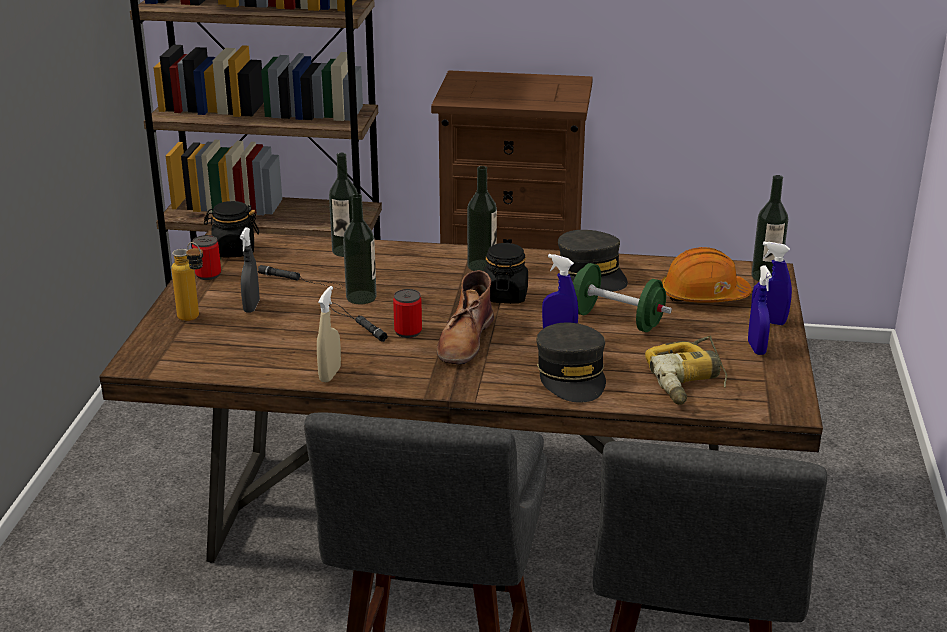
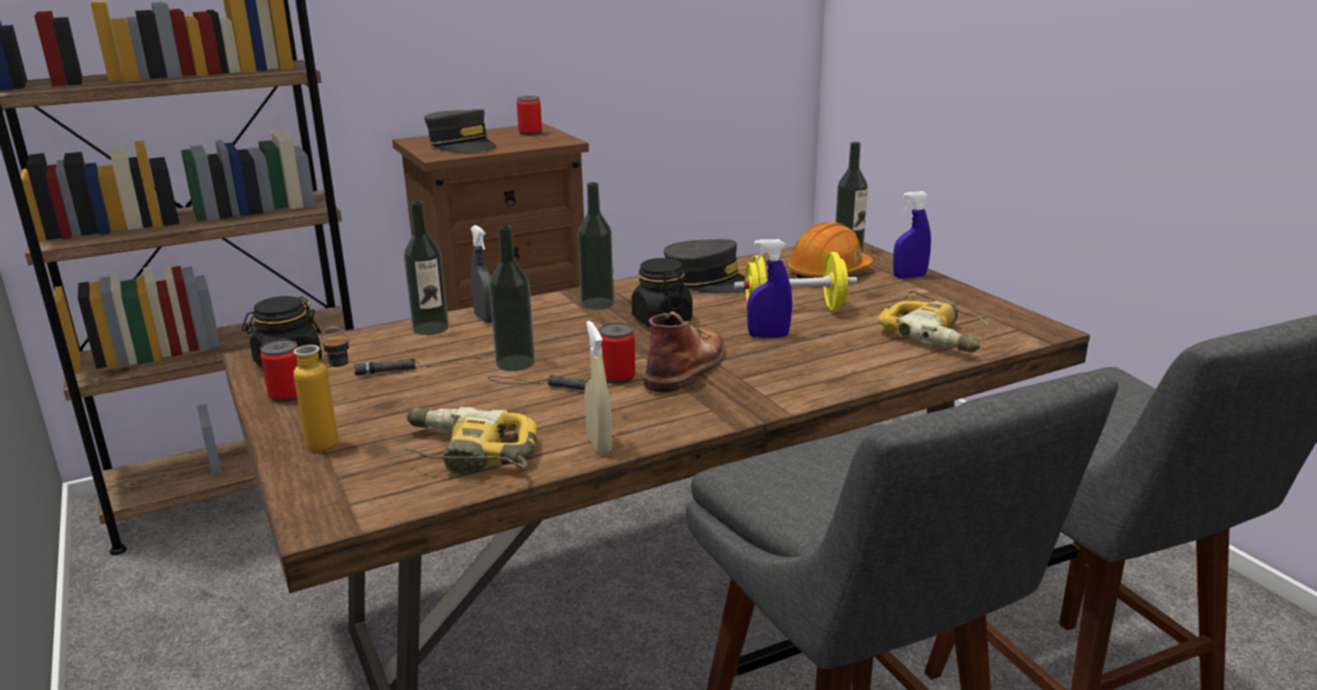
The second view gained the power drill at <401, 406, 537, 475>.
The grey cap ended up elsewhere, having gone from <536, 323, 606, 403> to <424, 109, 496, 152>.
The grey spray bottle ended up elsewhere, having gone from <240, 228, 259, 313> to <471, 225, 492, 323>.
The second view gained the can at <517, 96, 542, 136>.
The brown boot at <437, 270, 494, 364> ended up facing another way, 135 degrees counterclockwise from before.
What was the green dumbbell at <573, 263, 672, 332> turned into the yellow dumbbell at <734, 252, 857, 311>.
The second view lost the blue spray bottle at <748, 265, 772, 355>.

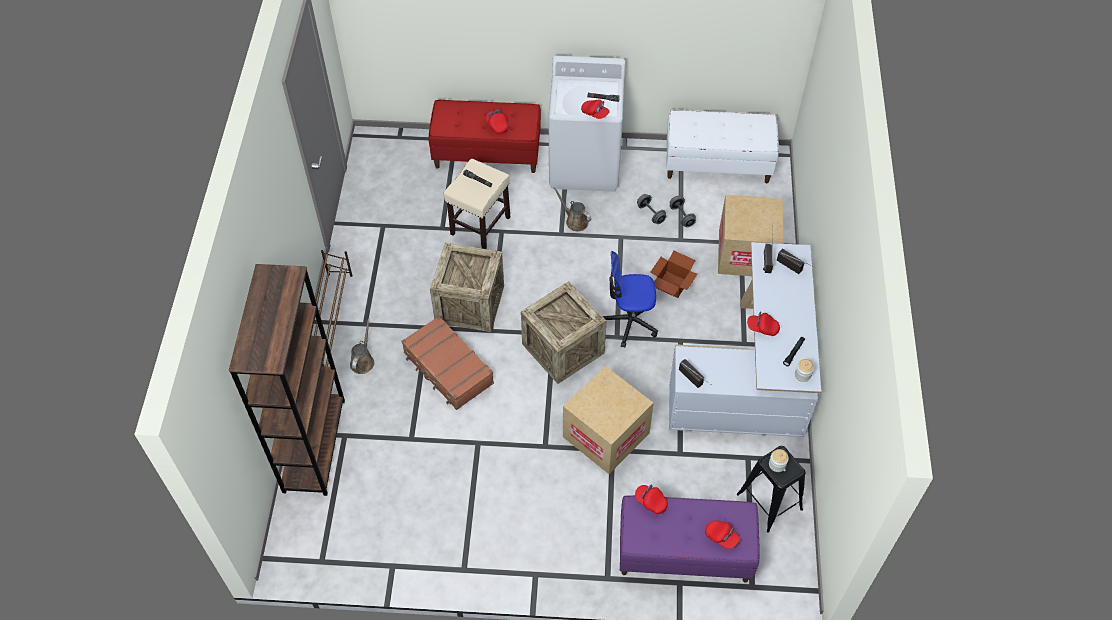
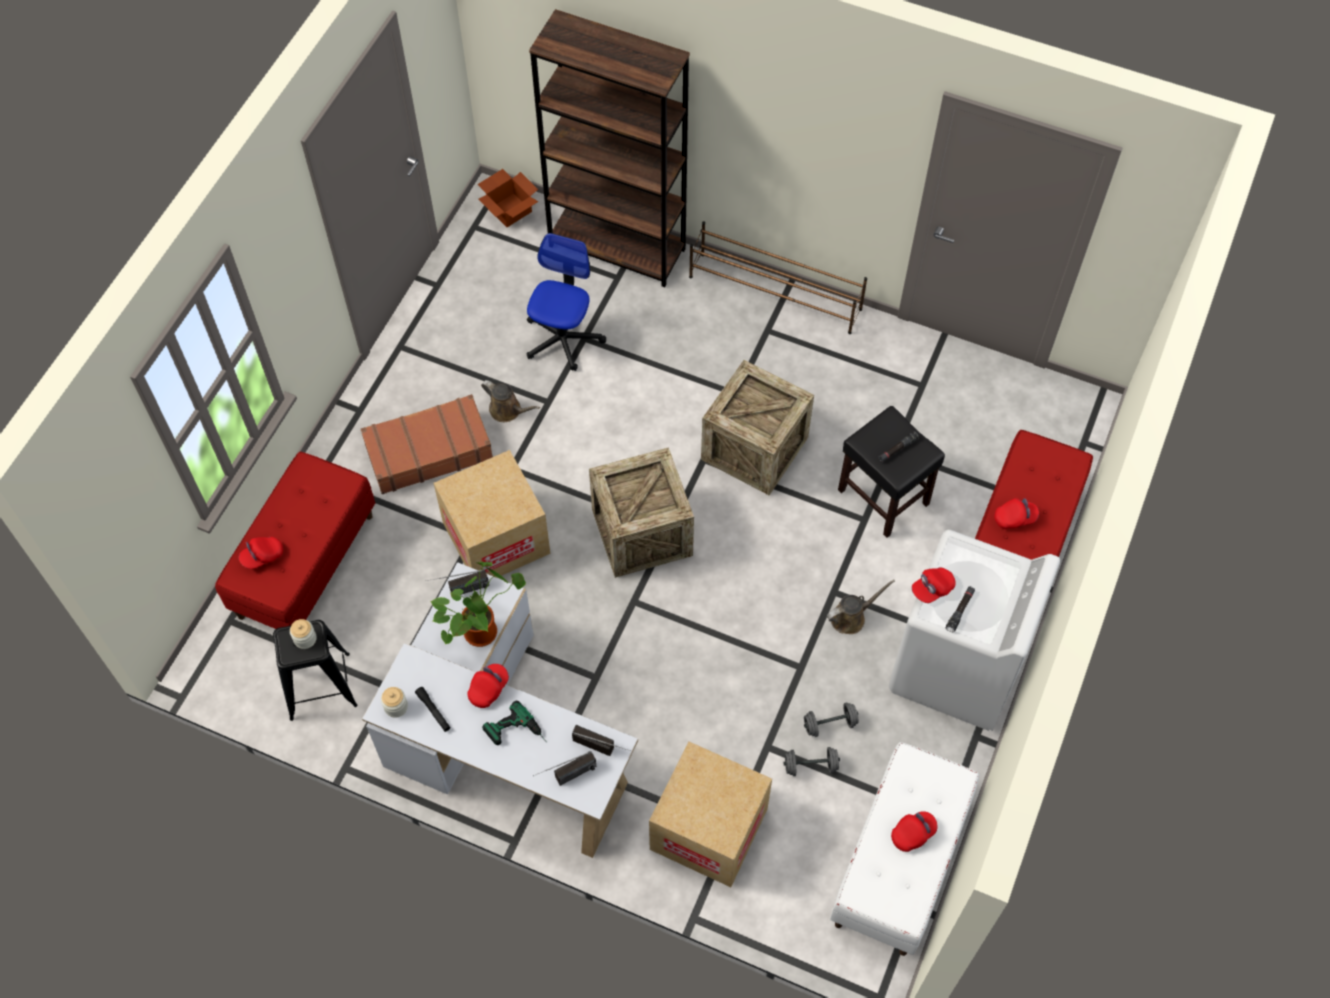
What was the purple bench at <620, 495, 760, 583> turned into the red bench at <215, 452, 375, 629>.
The brown suitcase ended up elsewhere, having gone from <401, 316, 494, 410> to <361, 394, 493, 494>.
The second view gained the potted plant at <430, 562, 526, 647>.
The cardboard box ended up elsewhere, having gone from <650, 251, 697, 298> to <477, 169, 539, 227>.
The brown watering can ended up elsewhere, having gone from <350, 318, 375, 374> to <481, 380, 540, 422>.
The second view gained the power drill at <482, 701, 546, 745>.
The office chair ended up elsewhere, having gone from <603, 251, 658, 348> to <527, 233, 606, 371>.
What was the beige stool at <444, 159, 510, 249> turned into the black stool at <838, 406, 945, 538>.
The red cap ended up elsewhere, having gone from <635, 485, 668, 514> to <891, 811, 937, 852>.

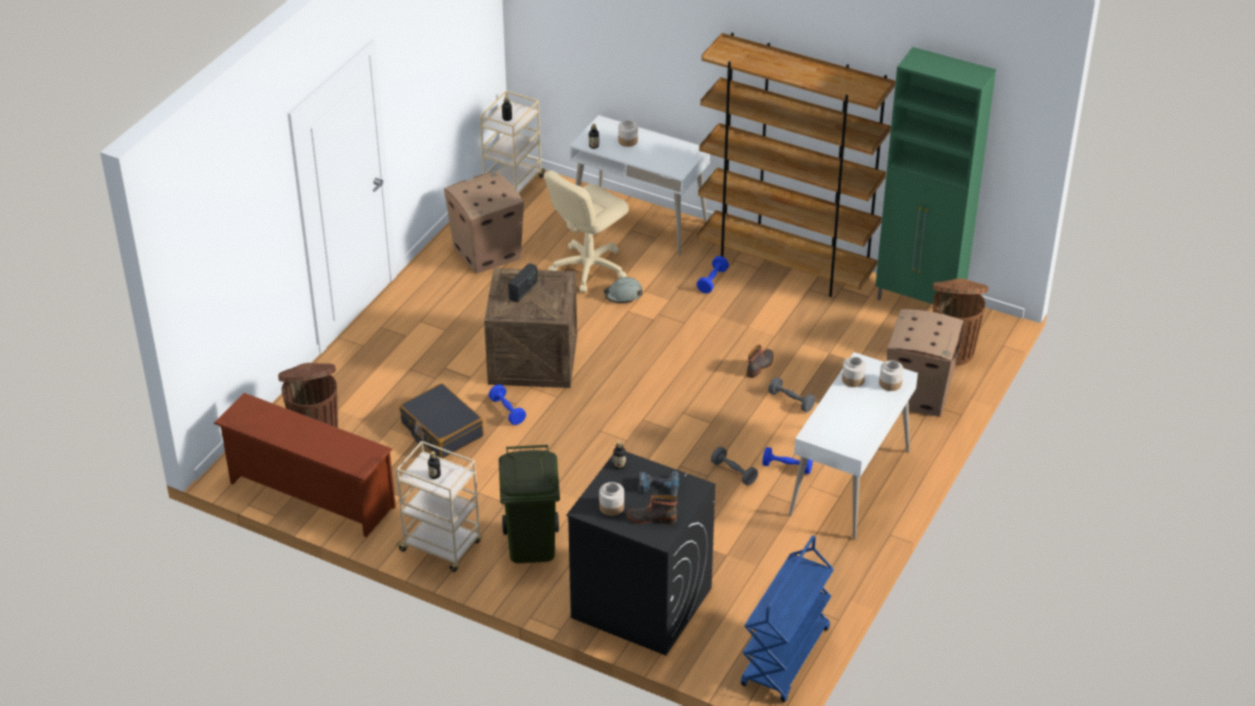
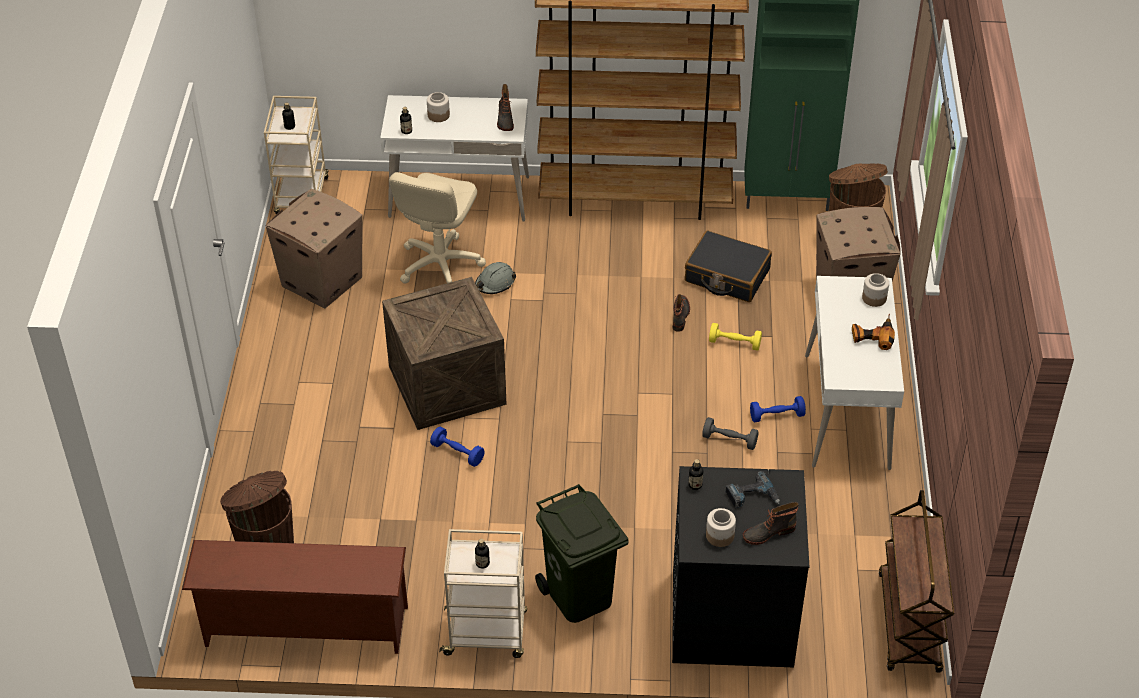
The second view gained the boot at <497, 84, 514, 131>.
The black suitcase ended up elsewhere, having gone from <399, 383, 483, 458> to <685, 230, 772, 302>.
What was the grey dumbbell at <768, 377, 815, 412> turned into the yellow dumbbell at <709, 323, 762, 351>.
The second view gained the power drill at <852, 314, 895, 350>.
What was the blue cart at <741, 535, 834, 702> turned into the brown cart at <879, 490, 954, 672>.
The second view lost the radio at <508, 263, 538, 302>.
The second view lost the blue dumbbell at <697, 256, 729, 293>.
The second view lost the jar at <842, 357, 866, 387>.

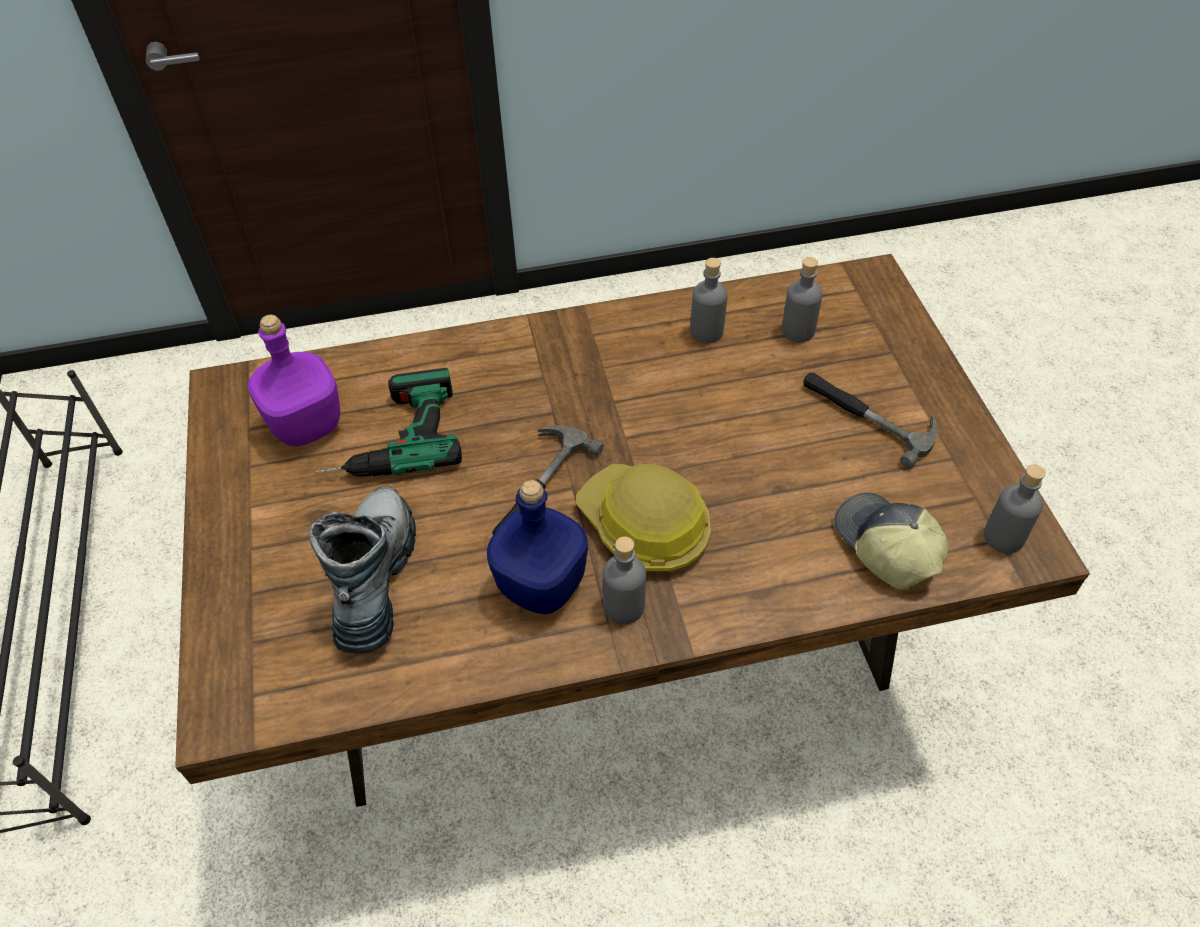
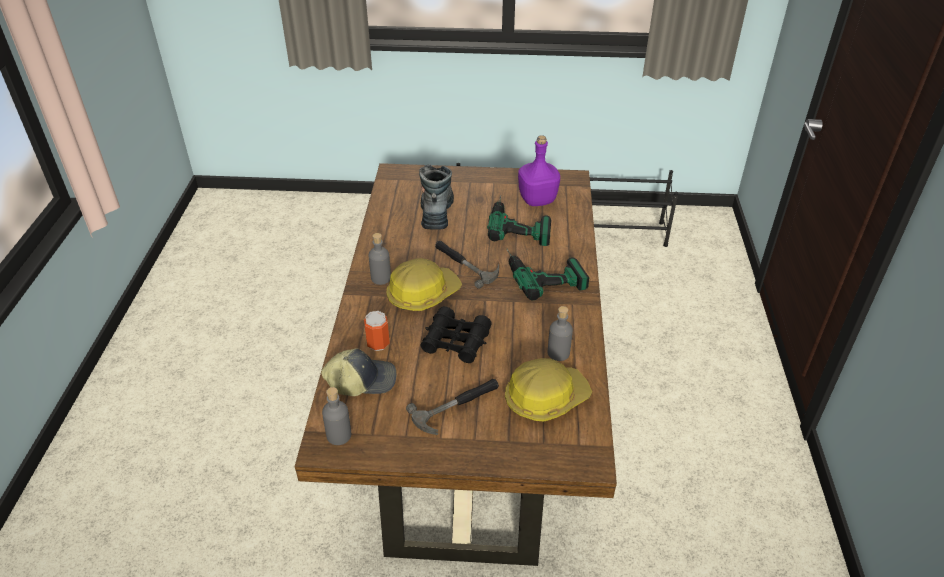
The second view gained the can at <364, 311, 390, 351>.
The boot at <309, 486, 416, 653> ended up facing another way, 105 degrees counterclockwise from before.
The second view gained the black binoculars at <420, 306, 492, 363>.
Where the grey bottle stood at <782, 257, 822, 342>, the hard hat came to stand at <505, 358, 592, 422>.
The second view gained the power drill at <507, 249, 590, 300>.
The second view lost the blue bottle at <487, 480, 588, 614>.

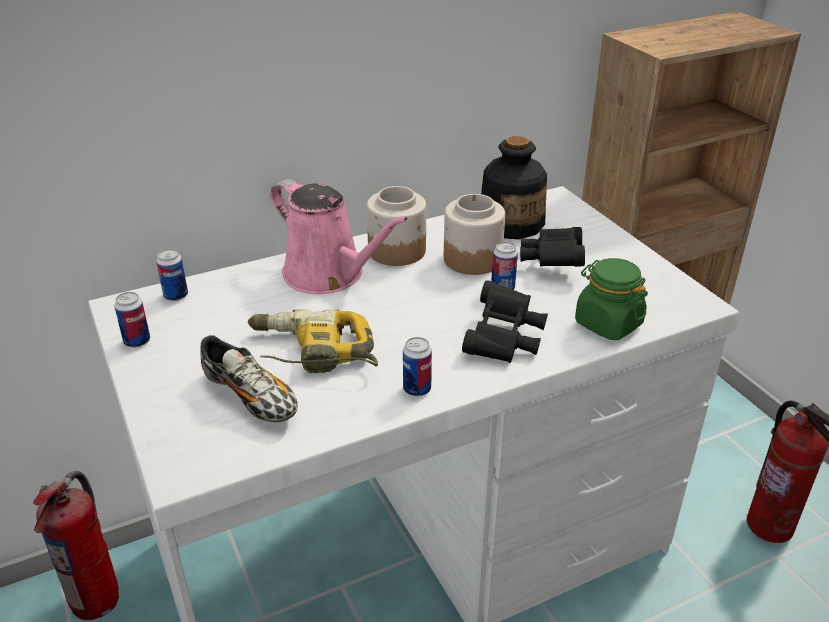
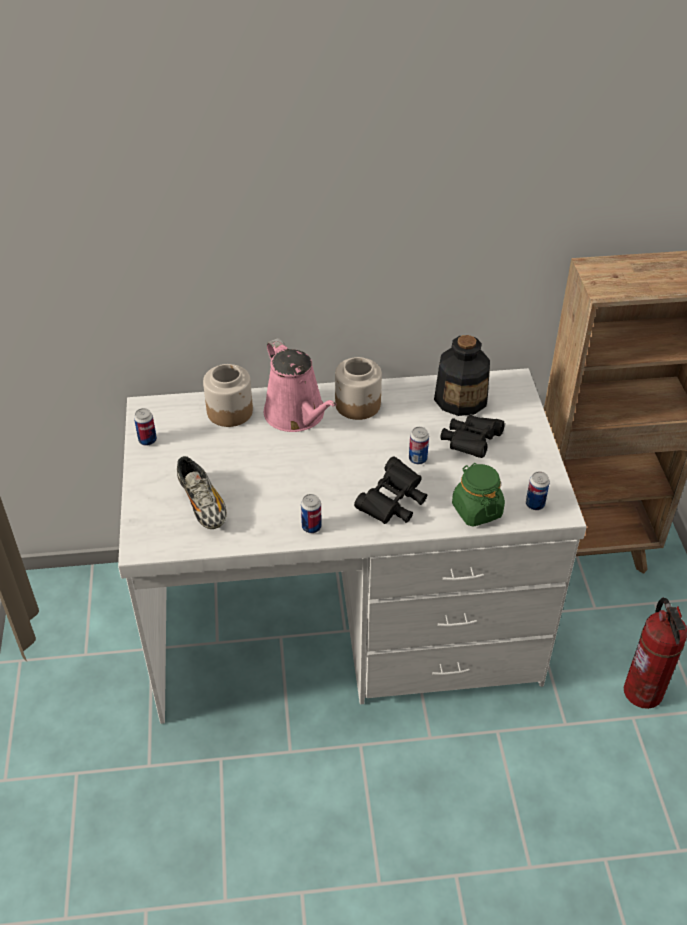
The jar ended up elsewhere, having gone from <444, 194, 505, 275> to <203, 364, 253, 427>.
The can ended up elsewhere, having gone from <156, 249, 188, 301> to <526, 471, 550, 510>.
The second view lost the fire extinguisher at <33, 471, 119, 620>.
The second view lost the power drill at <248, 309, 378, 373>.

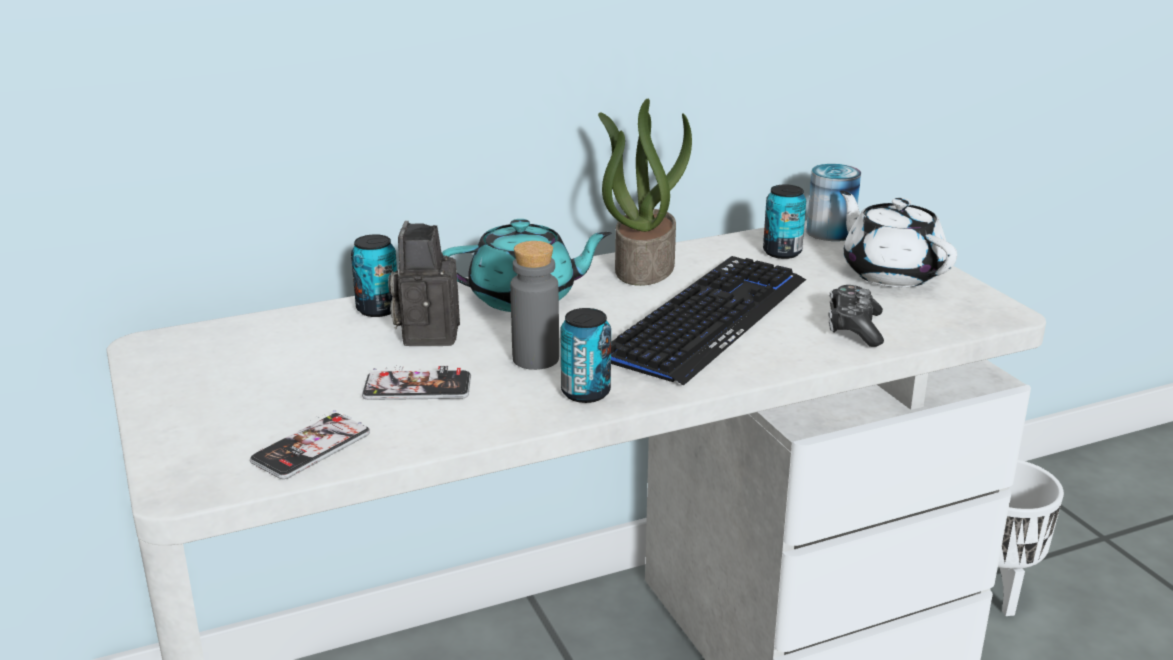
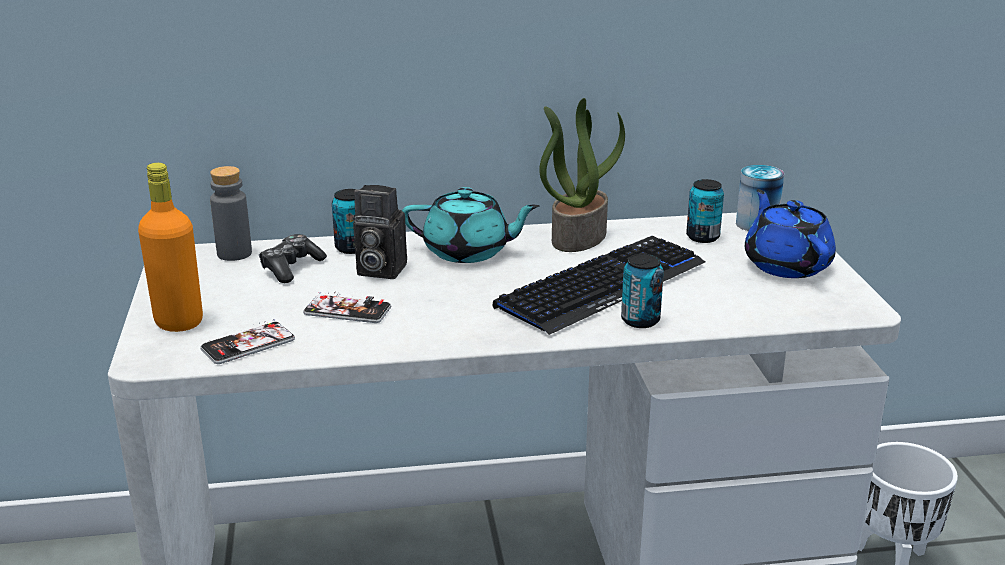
The second view gained the orange bottle at <138, 163, 203, 332>.
The grey bottle ended up elsewhere, having gone from <510, 241, 559, 370> to <210, 166, 252, 261>.
The game controller ended up elsewhere, having gone from <829, 285, 884, 347> to <259, 234, 327, 283>.
The photo camera at <388, 221, 460, 346> ended up facing another way, 90 degrees counterclockwise from before.
The can ended up elsewhere, having gone from <560, 308, 611, 403> to <621, 254, 664, 328>.
What was the white teapot at <840, 190, 957, 287> turned into the blue teapot at <745, 189, 836, 278>.

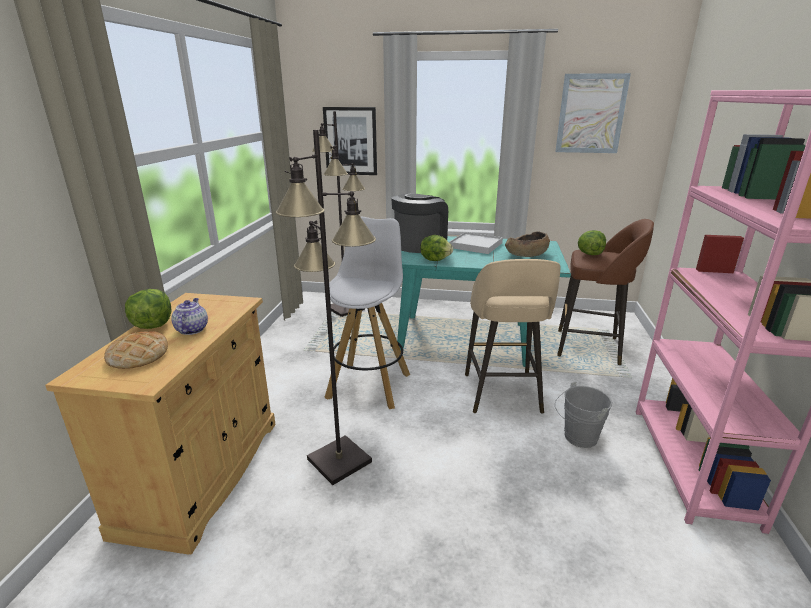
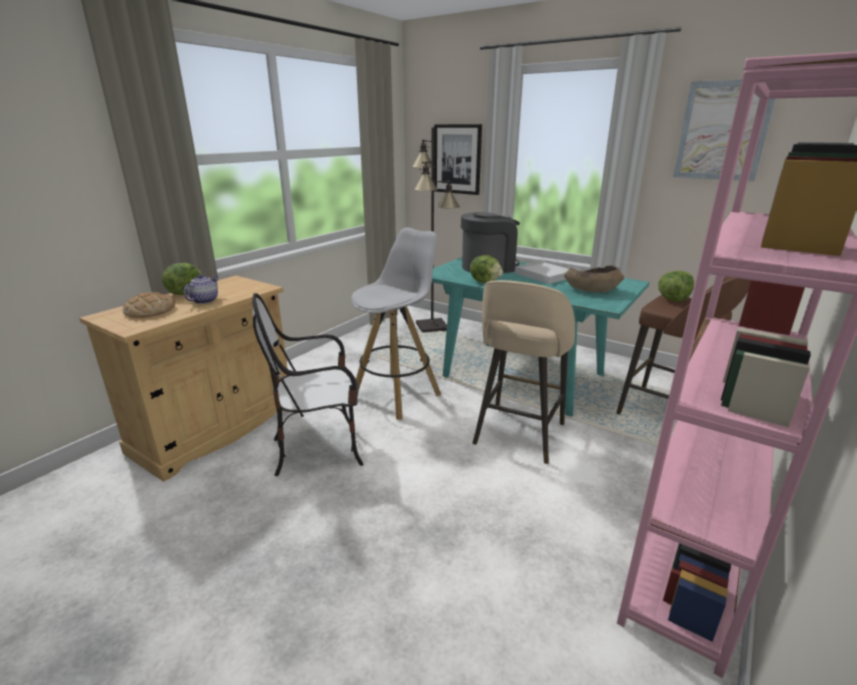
Where the black floor lamp stood at <276, 129, 376, 485>, the chair came to stand at <252, 293, 364, 476>.
The second view lost the grey bucket at <555, 382, 612, 448>.

